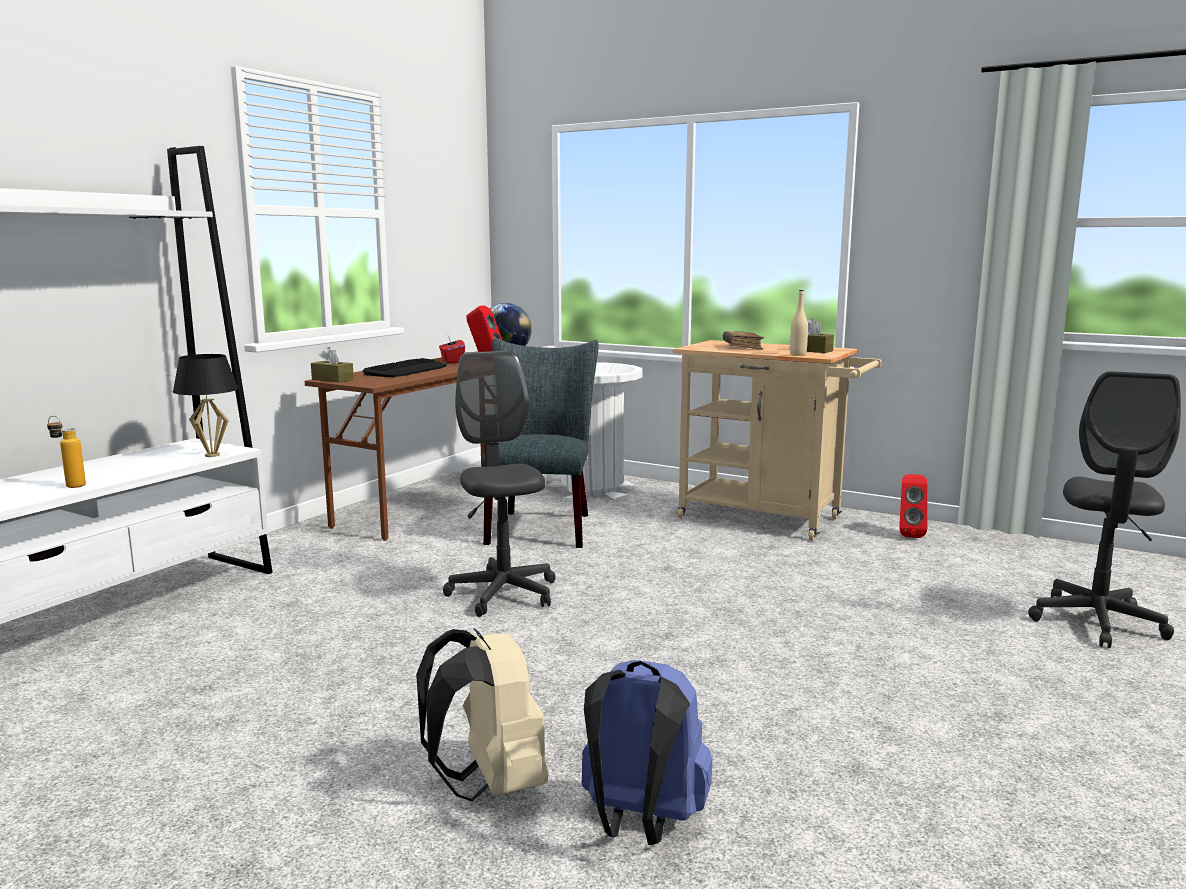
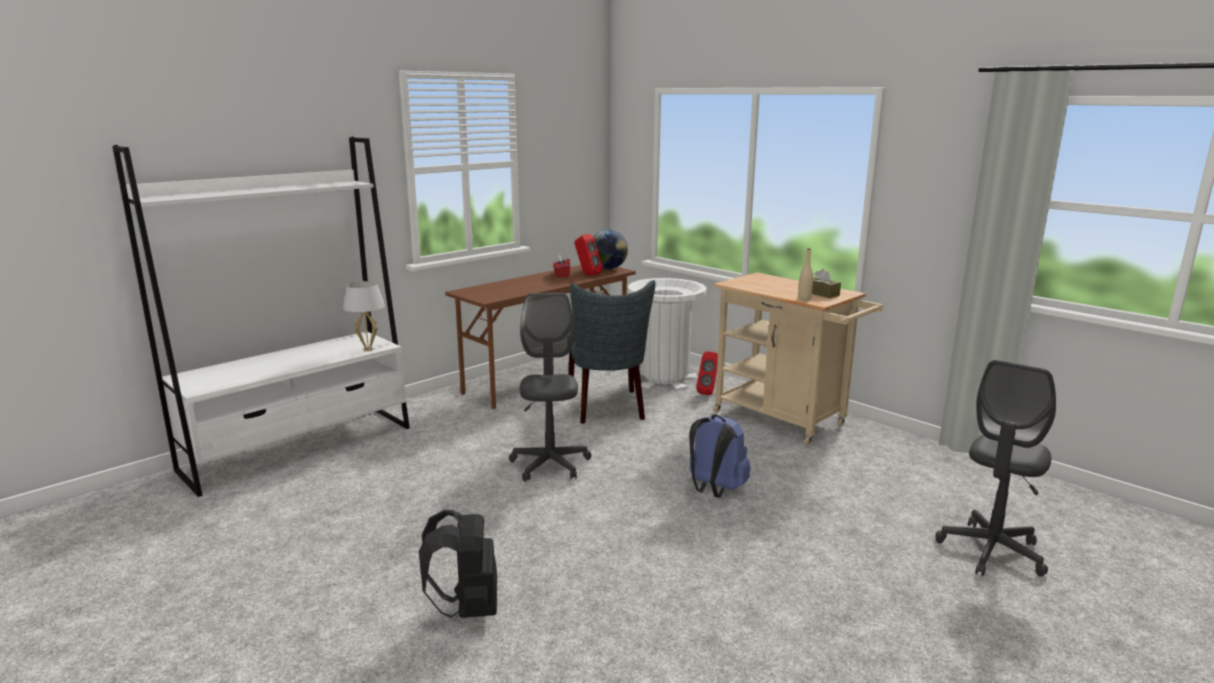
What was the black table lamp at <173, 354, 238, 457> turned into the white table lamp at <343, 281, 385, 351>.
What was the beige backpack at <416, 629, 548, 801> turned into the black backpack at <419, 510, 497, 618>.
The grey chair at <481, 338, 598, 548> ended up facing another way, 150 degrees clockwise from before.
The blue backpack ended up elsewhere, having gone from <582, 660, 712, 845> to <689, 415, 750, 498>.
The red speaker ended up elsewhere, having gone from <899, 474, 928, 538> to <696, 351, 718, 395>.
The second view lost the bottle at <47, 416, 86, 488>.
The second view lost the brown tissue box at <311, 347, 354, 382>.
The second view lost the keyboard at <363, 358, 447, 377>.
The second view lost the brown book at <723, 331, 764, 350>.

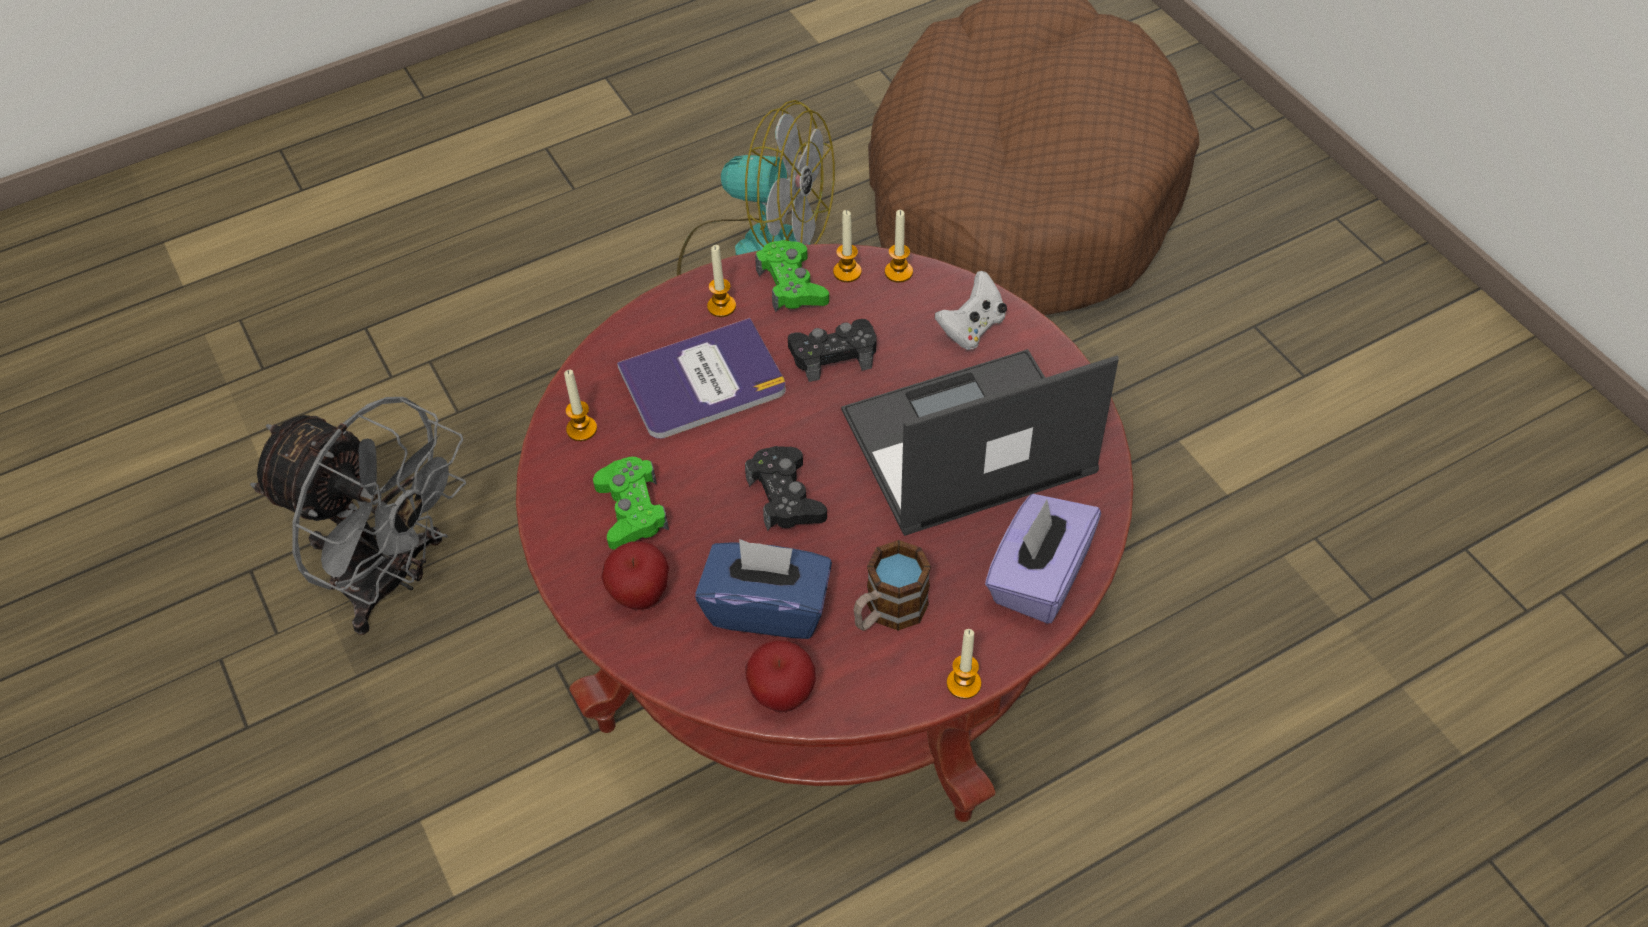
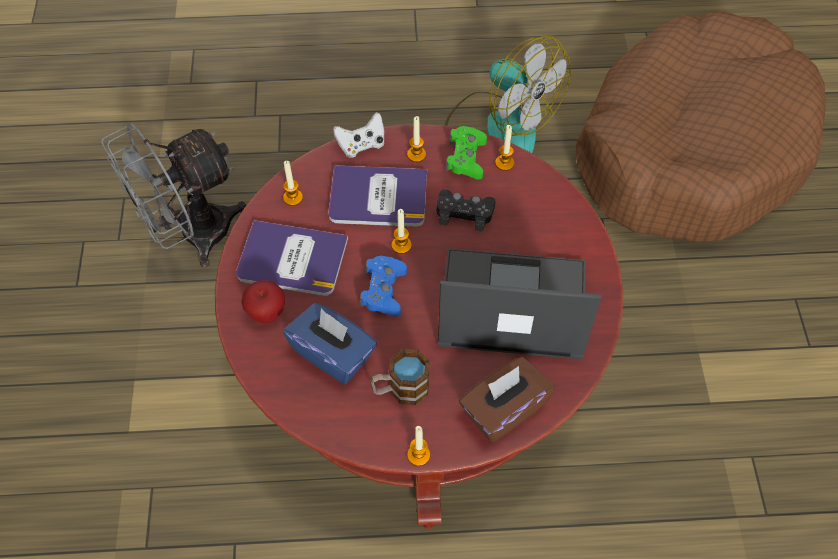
The grey fan at <250, 397, 466, 635> ended up facing another way, 90 degrees clockwise from before.
Where the green game controller stood at <593, 457, 669, 550>, the book came to stand at <236, 220, 348, 296>.
The white game controller ended up elsewhere, having gone from <935, 271, 1007, 350> to <333, 112, 384, 158>.
What was the black game controller at <745, 446, 827, 531> turned into the blue game controller at <360, 256, 407, 316>.
The candle ended up elsewhere, having gone from <885, 210, 913, 283> to <391, 209, 412, 254>.
What was the purple tissue box at <985, 494, 1101, 624> turned into the brown tissue box at <459, 357, 556, 443>.
The second view lost the apple at <746, 640, 816, 712>.

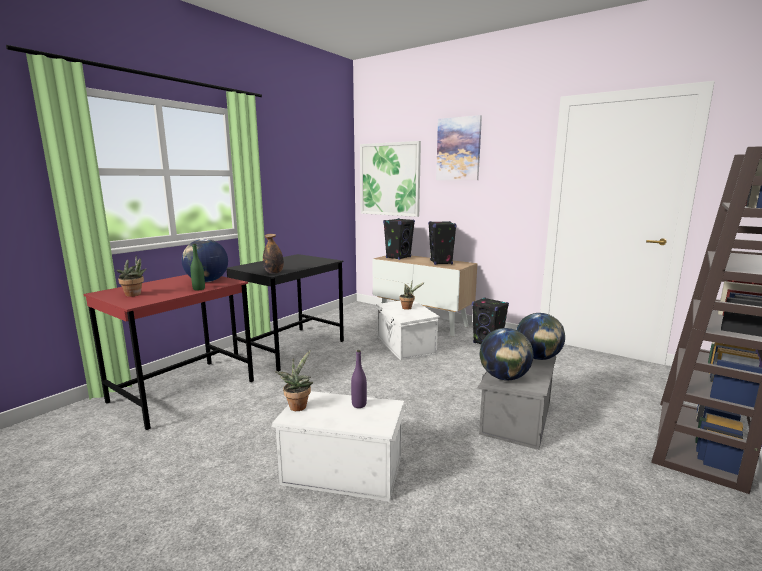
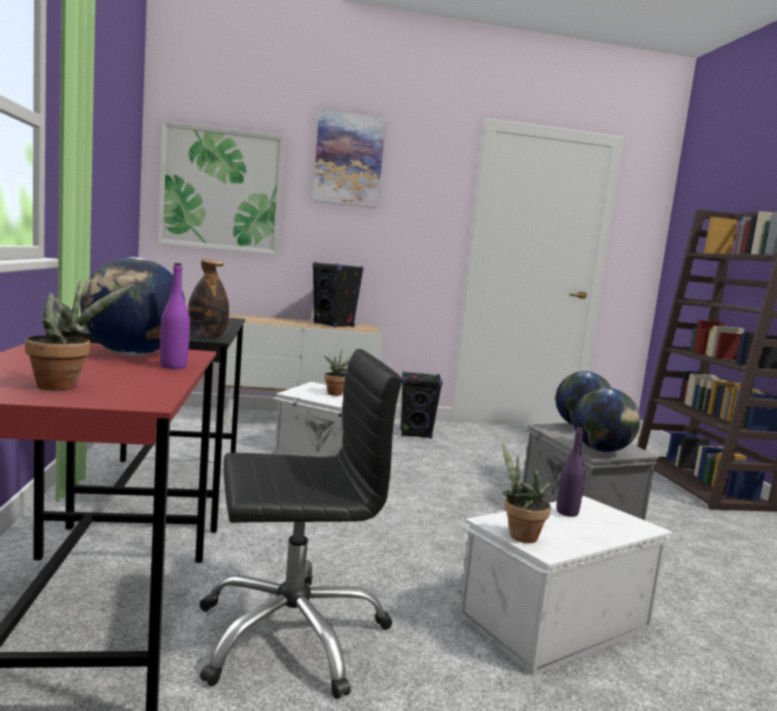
What was the green bottle at <190, 244, 205, 291> turned into the purple bottle at <160, 263, 190, 369>.
The second view gained the black office chair at <199, 349, 402, 699>.
The second view lost the black speaker at <383, 218, 415, 260>.

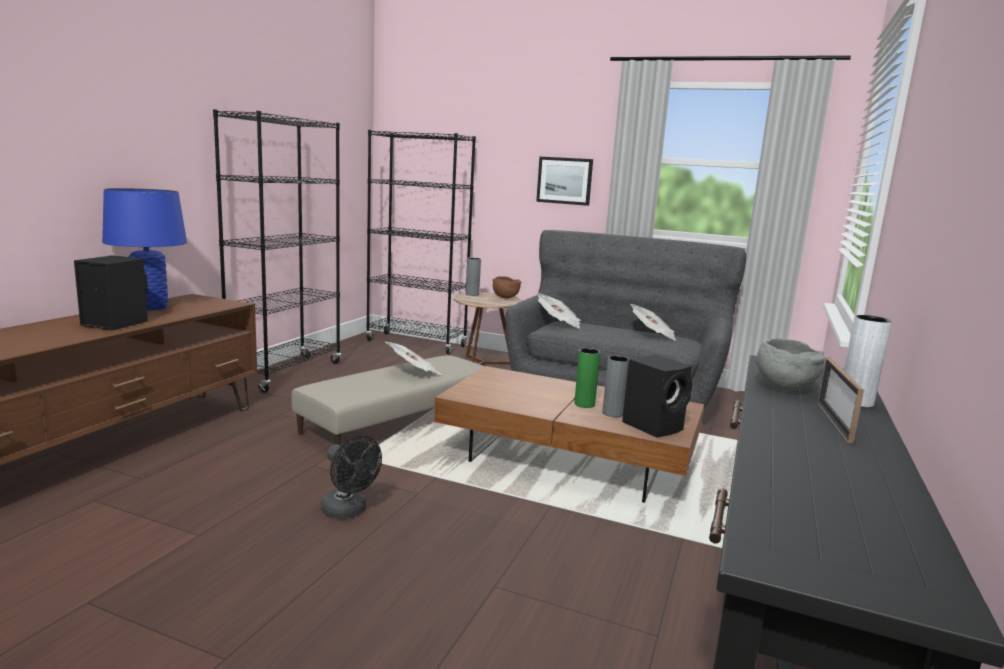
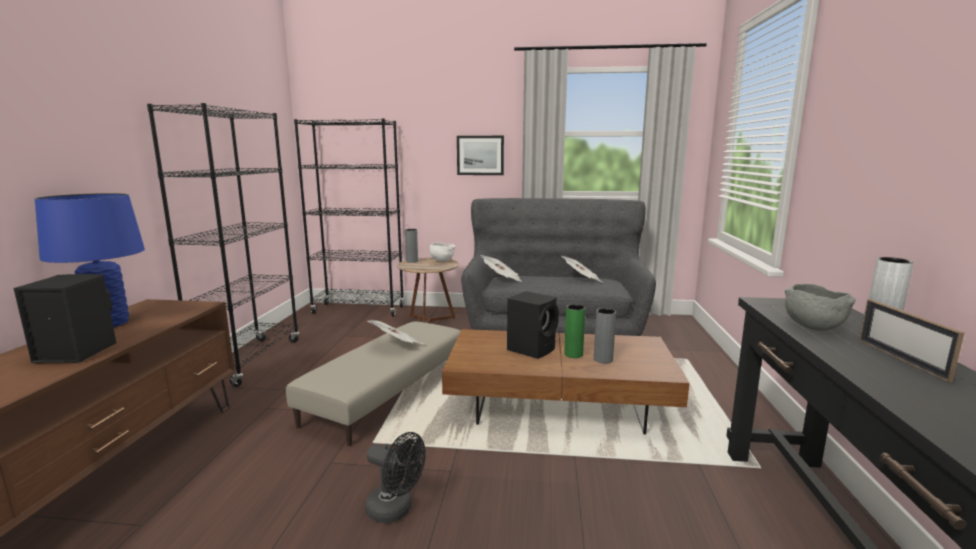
What was the brown bowl at <493, 276, 521, 299> turned into the white bowl at <429, 242, 455, 262>.
The black speaker ended up elsewhere, having gone from <622, 355, 692, 438> to <507, 291, 559, 359>.

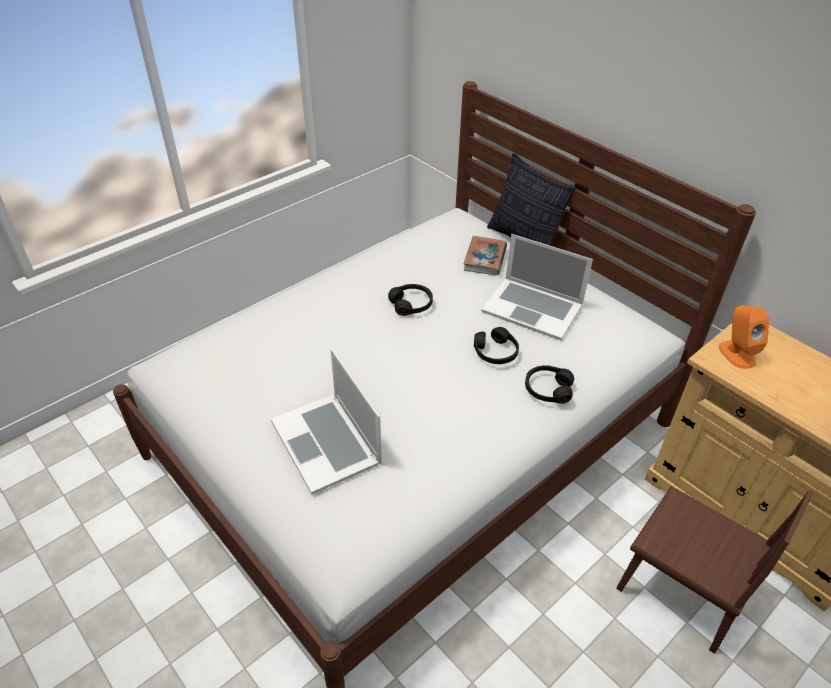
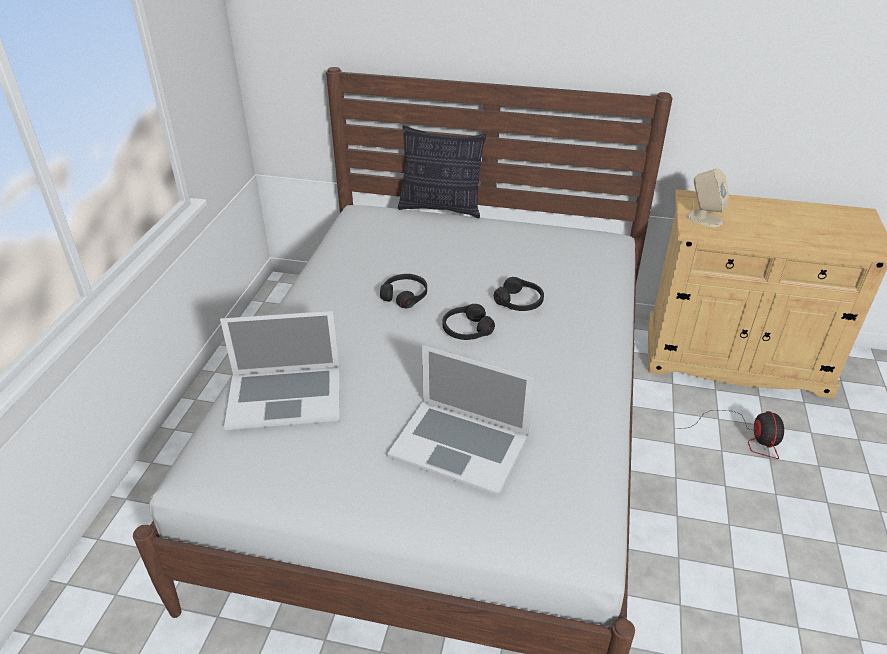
The laptop ended up elsewhere, having gone from <481, 234, 593, 340> to <220, 311, 340, 430>.
The black headphones ended up elsewhere, having gone from <525, 365, 574, 404> to <442, 304, 495, 340>.
Where the brown chair stood at <616, 486, 814, 654>, the fan came to stand at <681, 410, 784, 459>.
What was the orange speaker at <719, 305, 769, 369> turned into the beige speaker at <686, 168, 729, 227>.
The second view lost the book at <464, 236, 507, 275>.

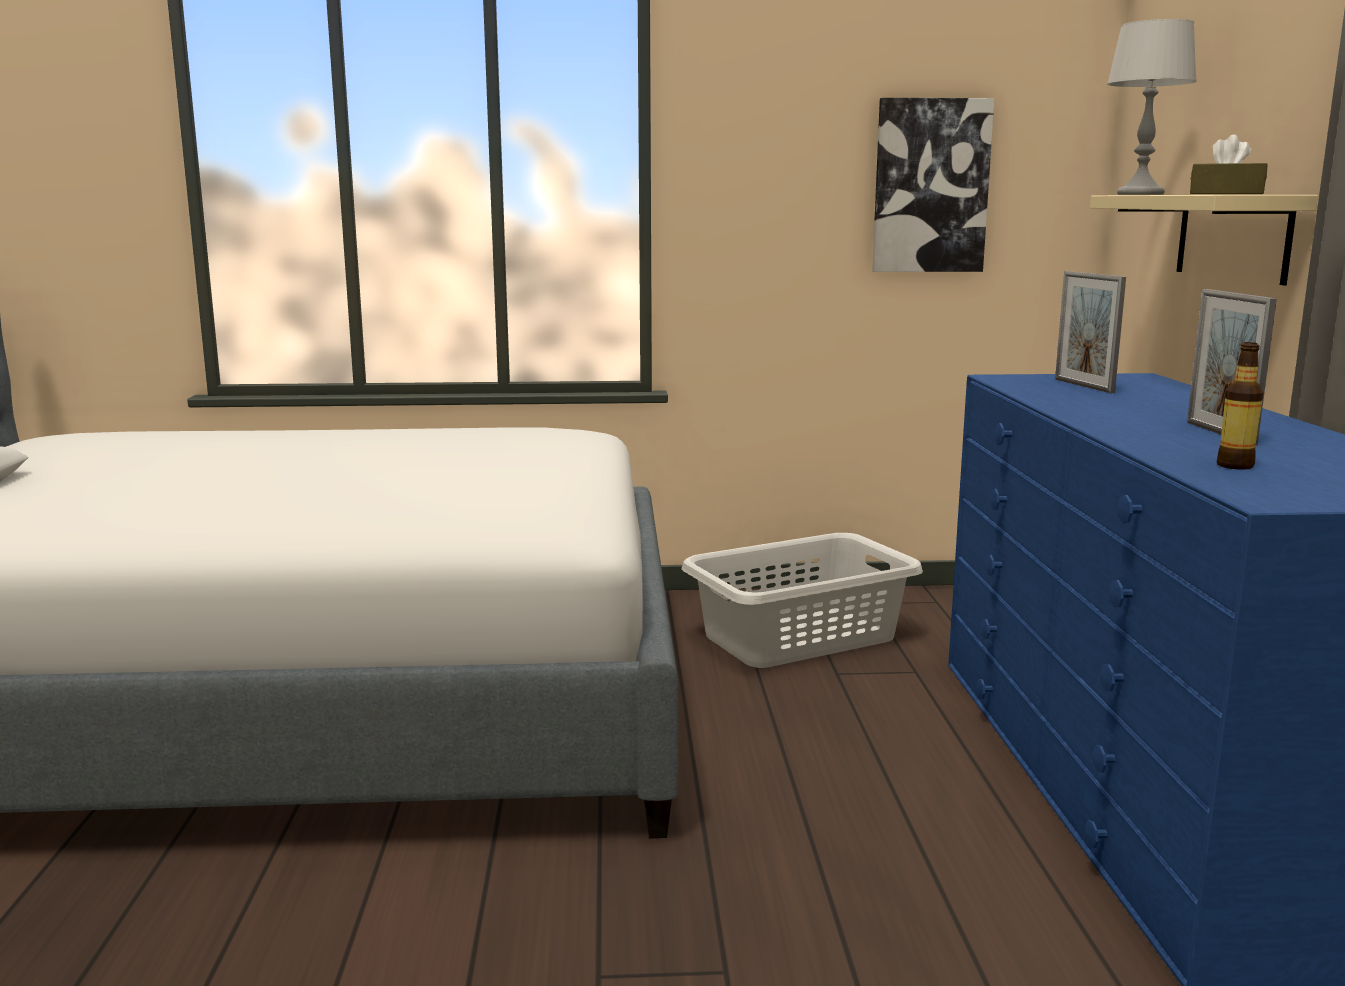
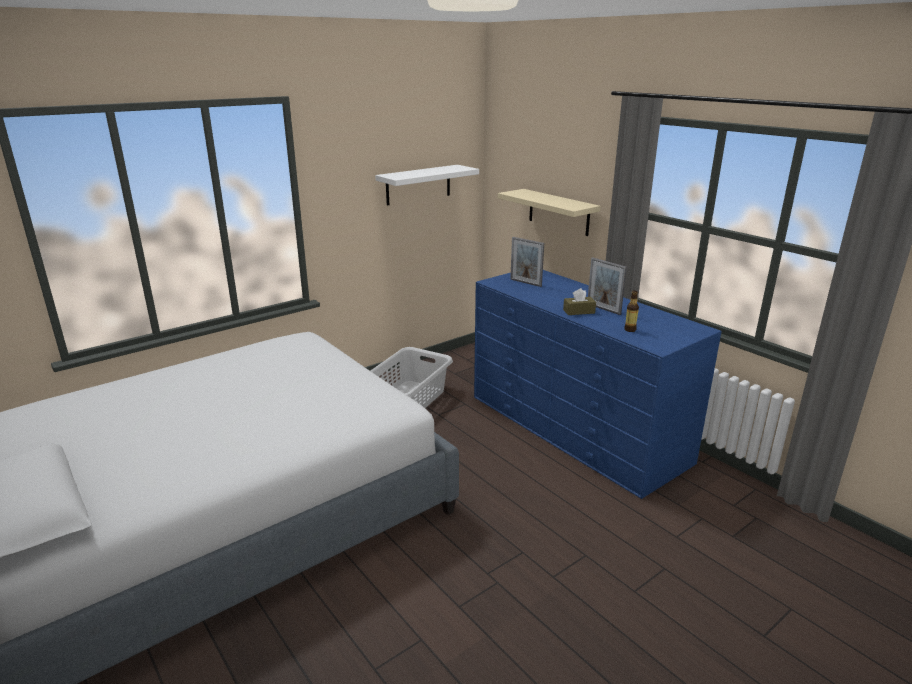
Where the picture hung at <872, 98, 994, 272>, the white shelf came to hang at <375, 165, 479, 205>.
The brown tissue box ended up elsewhere, having gone from <1190, 134, 1268, 194> to <563, 288, 596, 315>.
The second view lost the grey table lamp at <1107, 19, 1197, 195>.

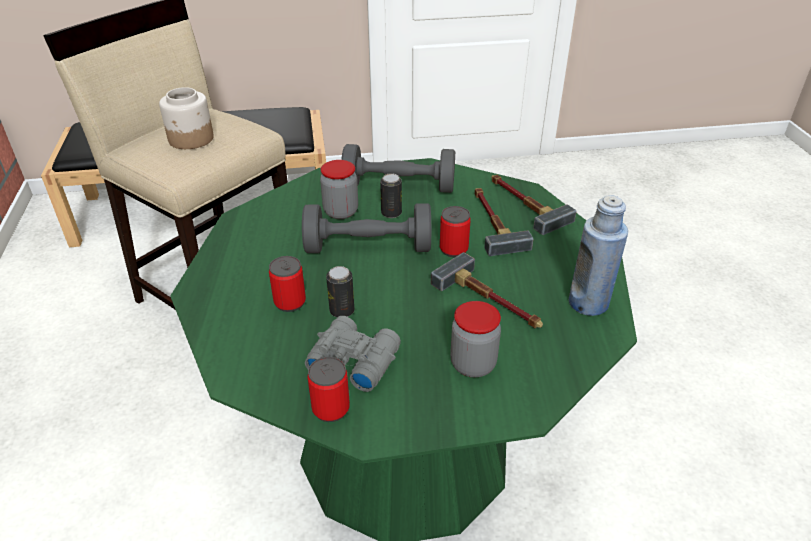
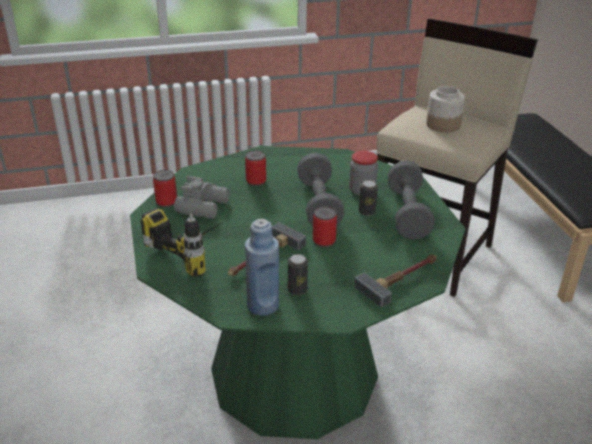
Where the jar stood at <450, 301, 501, 377>, the power drill came to stand at <141, 208, 229, 277>.
The can ended up elsewhere, having gone from <326, 266, 354, 317> to <288, 254, 308, 295>.
The second view lost the hammer at <475, 188, 534, 256>.

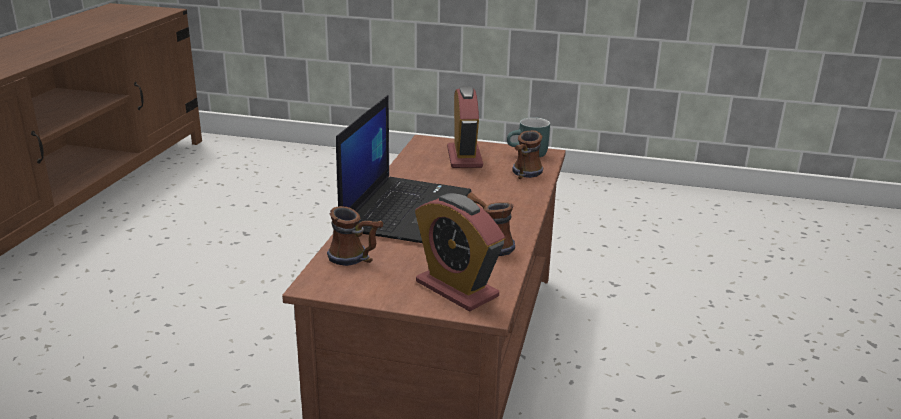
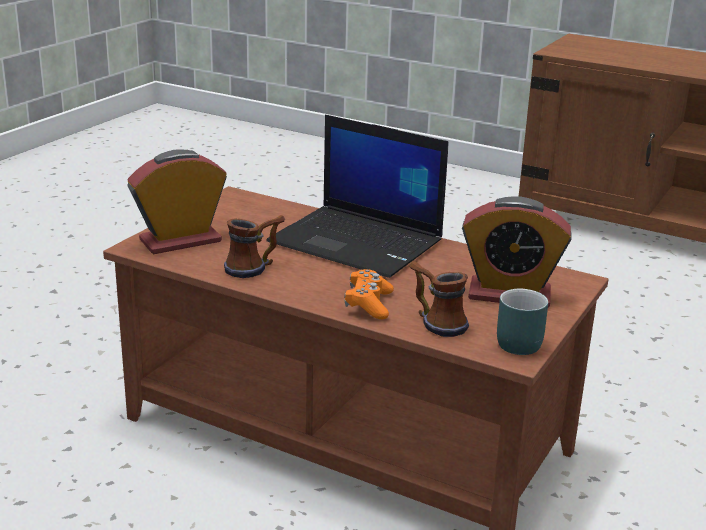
The second view gained the orange game controller at <344, 269, 394, 319>.
The second view lost the mug at <327, 206, 383, 266>.

